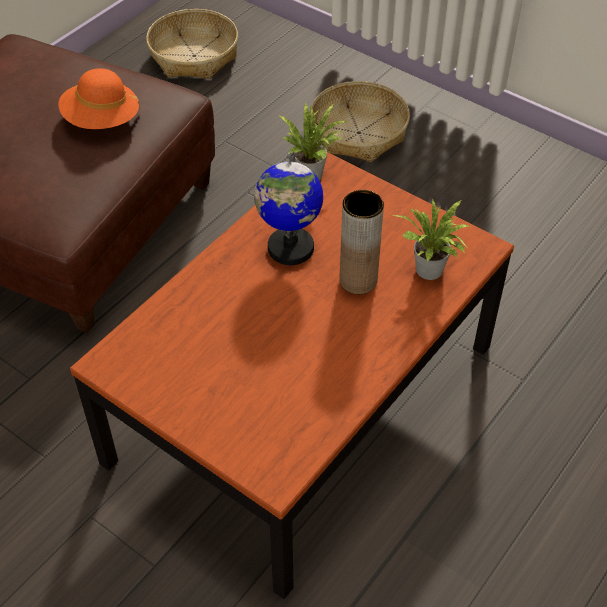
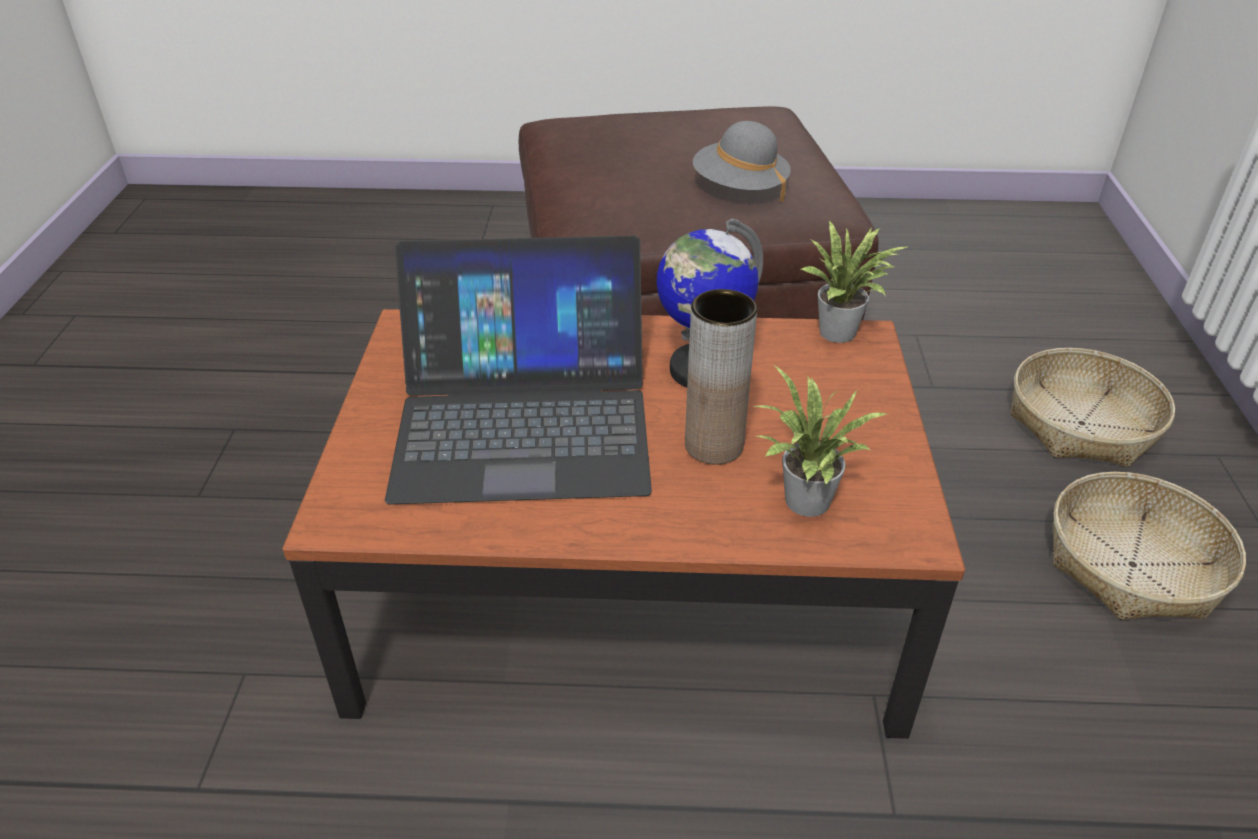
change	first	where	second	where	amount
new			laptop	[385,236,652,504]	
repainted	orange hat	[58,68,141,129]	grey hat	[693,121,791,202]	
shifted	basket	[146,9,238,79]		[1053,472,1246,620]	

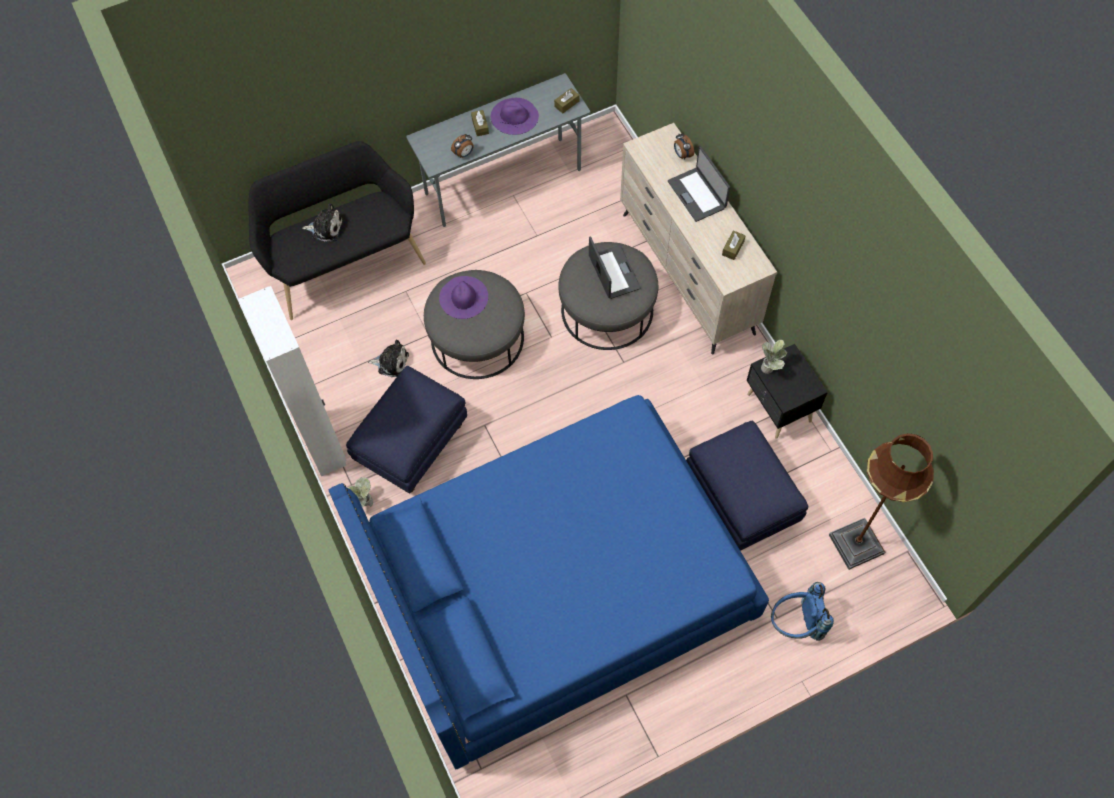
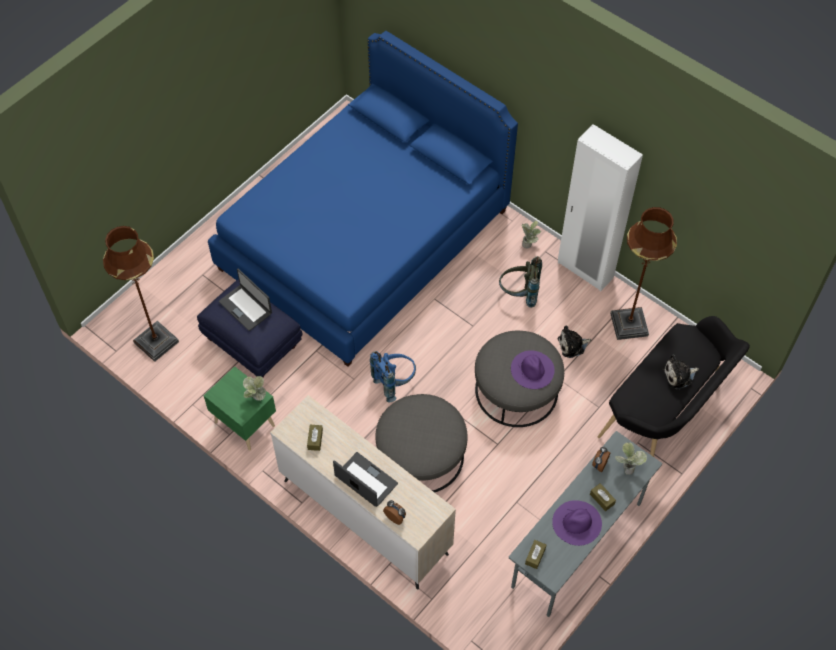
change	first	where	second	where	amount
repainted	black nightstand	[747,344,828,439]	green nightstand	[203,366,276,451]	
shifted	laptop	[589,236,641,299]		[219,269,272,331]	
shifted	blue backpack	[771,582,834,640]		[370,351,416,403]	
swapped	blue ottoman	[346,366,467,494]	grey backpack	[499,256,542,308]	
new			brown floor lamp	[610,207,677,340]	
new			potted plant	[615,442,647,475]	

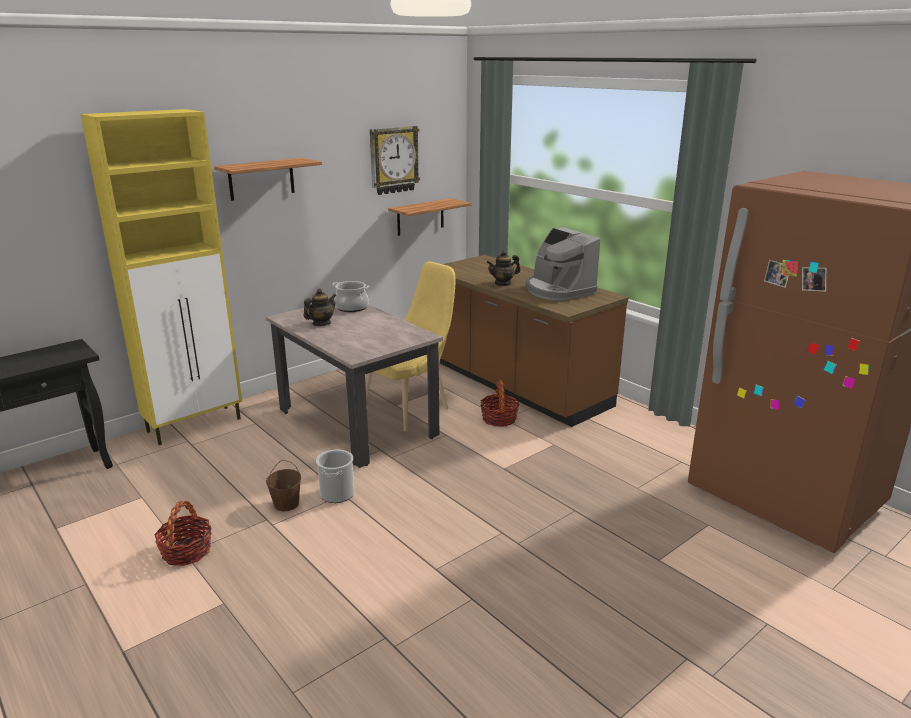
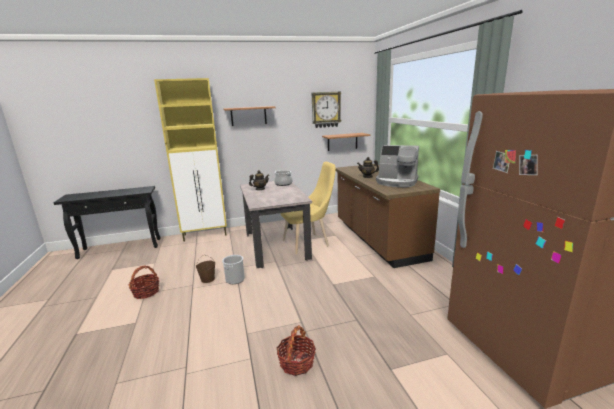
change	first	where	second	where	amount
shifted	basket	[480,380,519,426]		[277,325,316,376]	
rotated	coffee machine	[526,227,600,301]		[376,145,419,187]	60 degrees counterclockwise

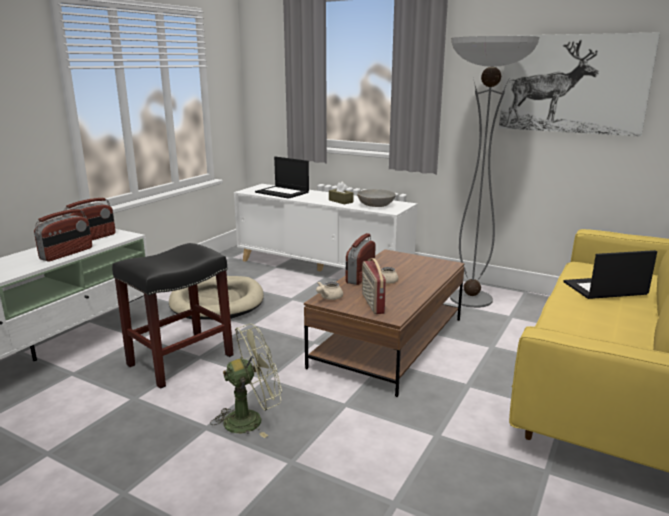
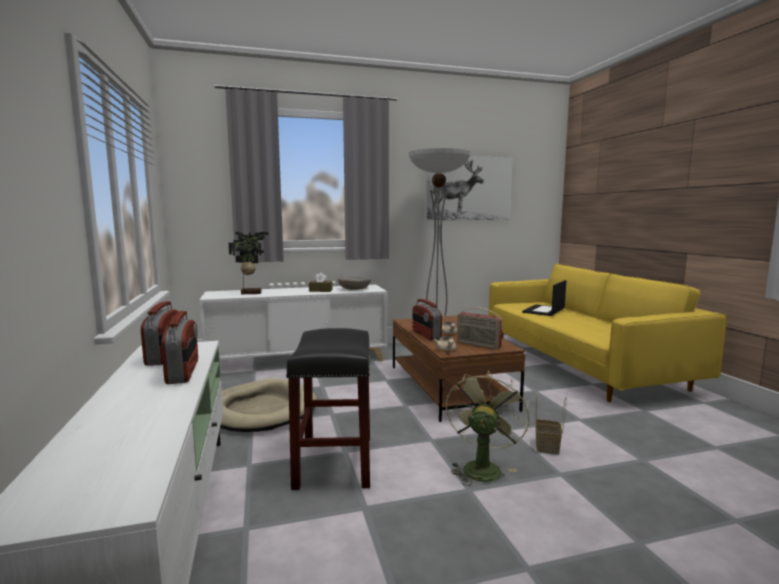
change	first	where	second	where	amount
swapped	laptop	[255,157,309,199]	potted plant	[229,232,269,295]	
new			basket	[535,394,567,455]	

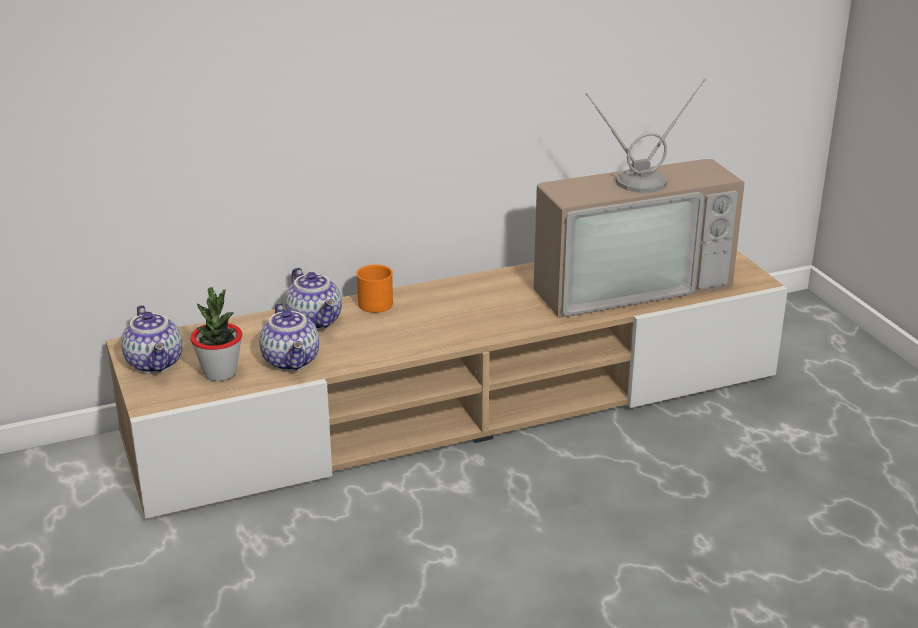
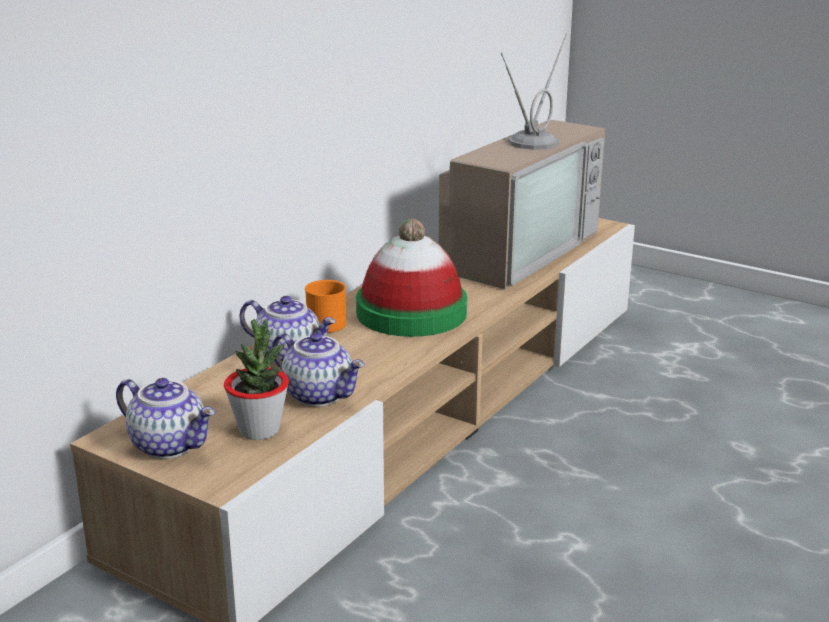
change	first	where	second	where	amount
new			hat	[356,219,467,337]	

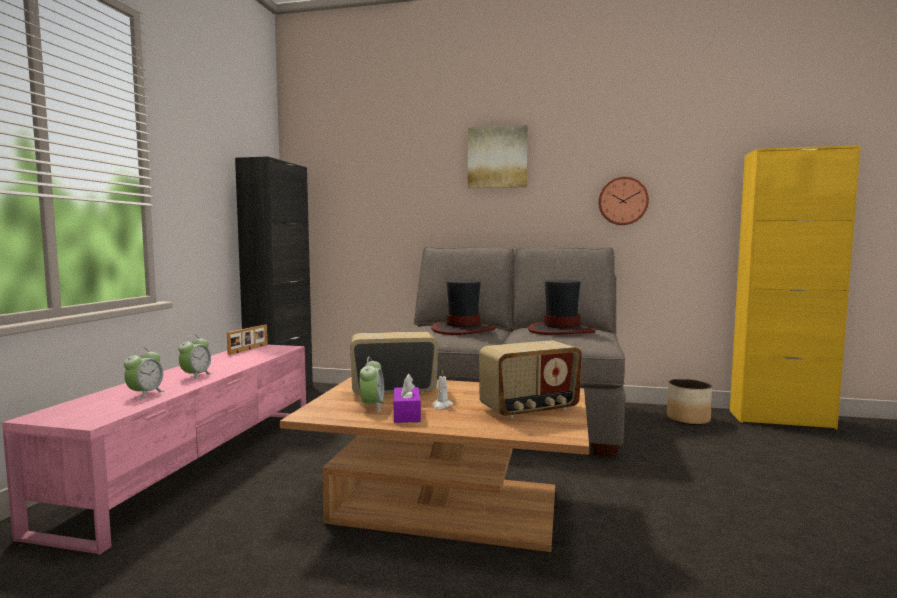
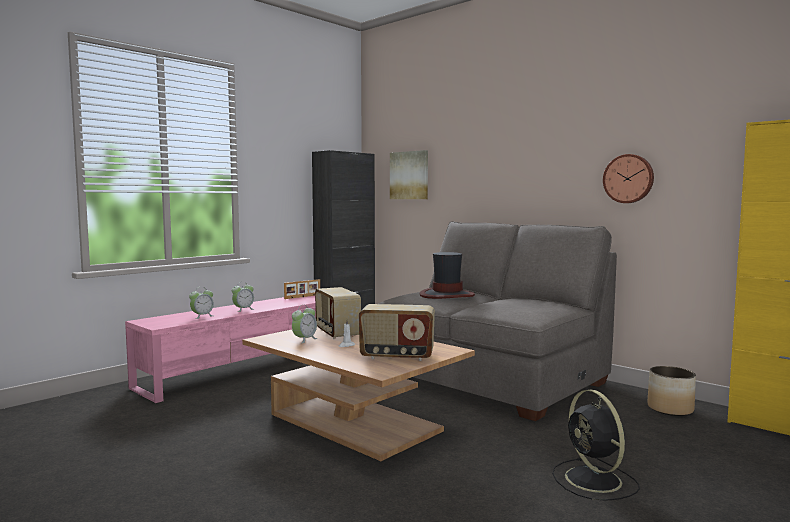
change	first	where	second	where	amount
rotated	radio	[350,331,438,394]		[315,287,361,339]	135 degrees counterclockwise
shifted	picture	[468,125,528,188]		[390,150,428,199]	
new			black fan	[552,390,640,501]	
gone	purple tissue box	[394,374,421,423]			
gone	hat	[528,280,595,335]			

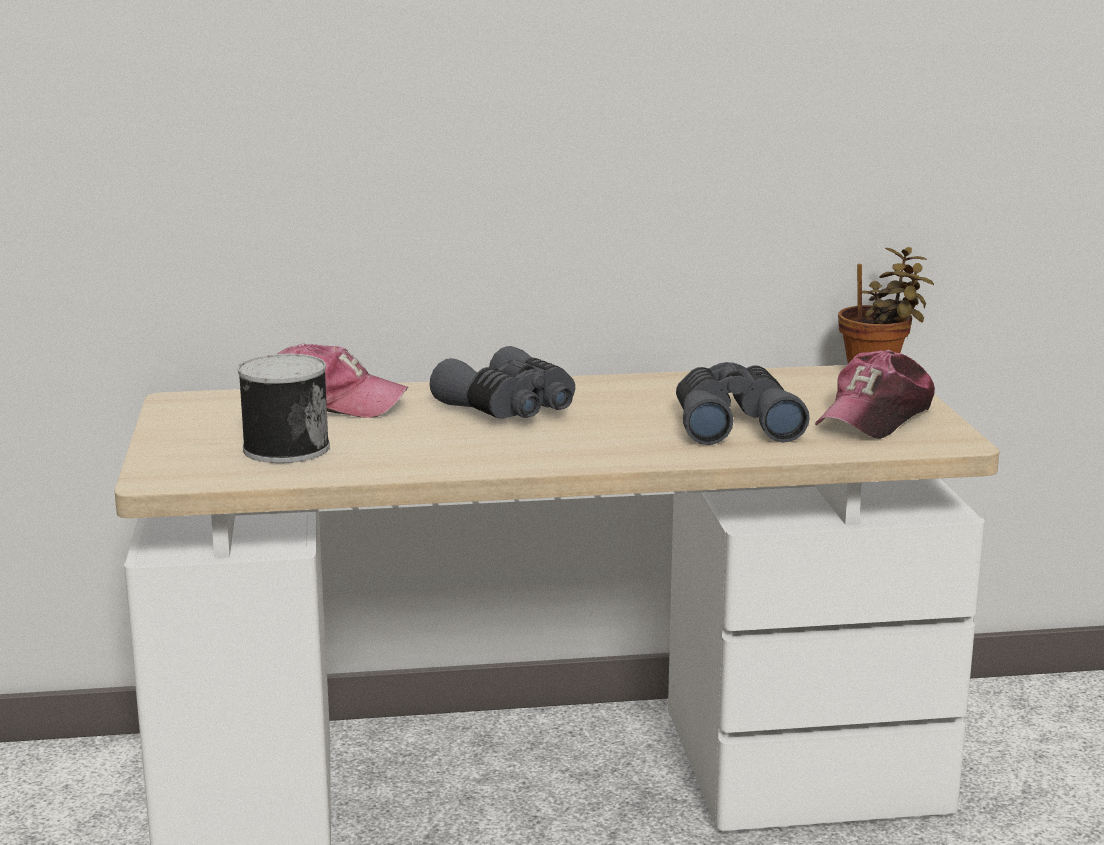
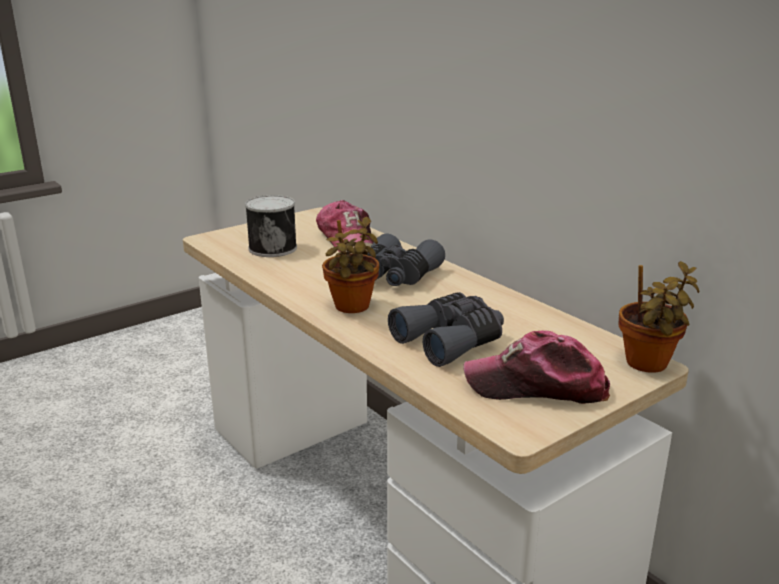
change	first	where	second	where	amount
new			potted plant	[322,217,379,313]	

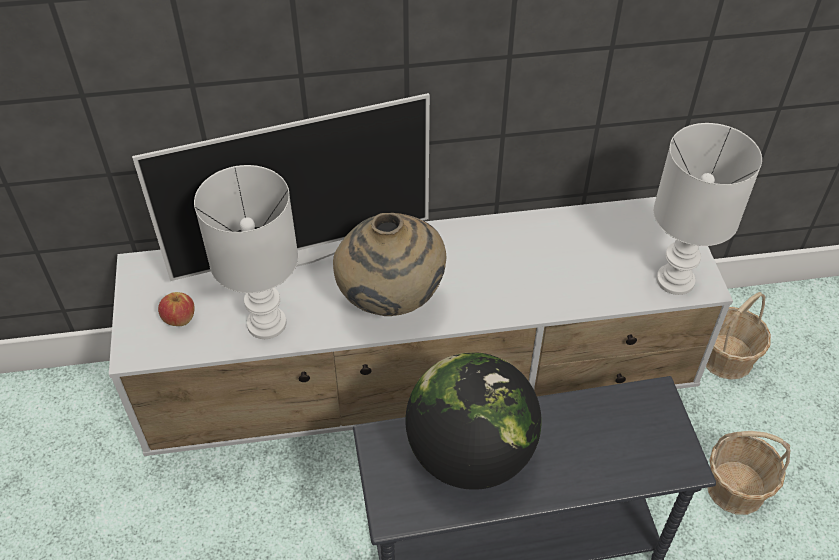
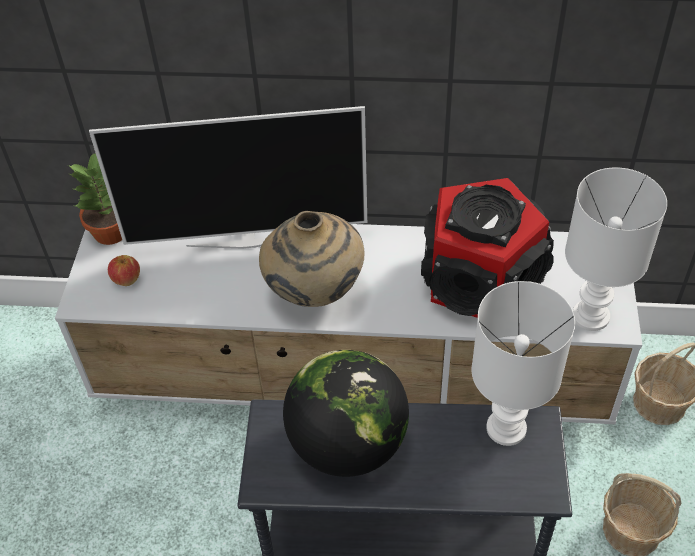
change	first	where	second	where	amount
new			potted plant	[68,153,122,245]	
new			speaker	[421,178,554,318]	
shifted	white table lamp	[194,165,298,339]		[471,281,575,446]	

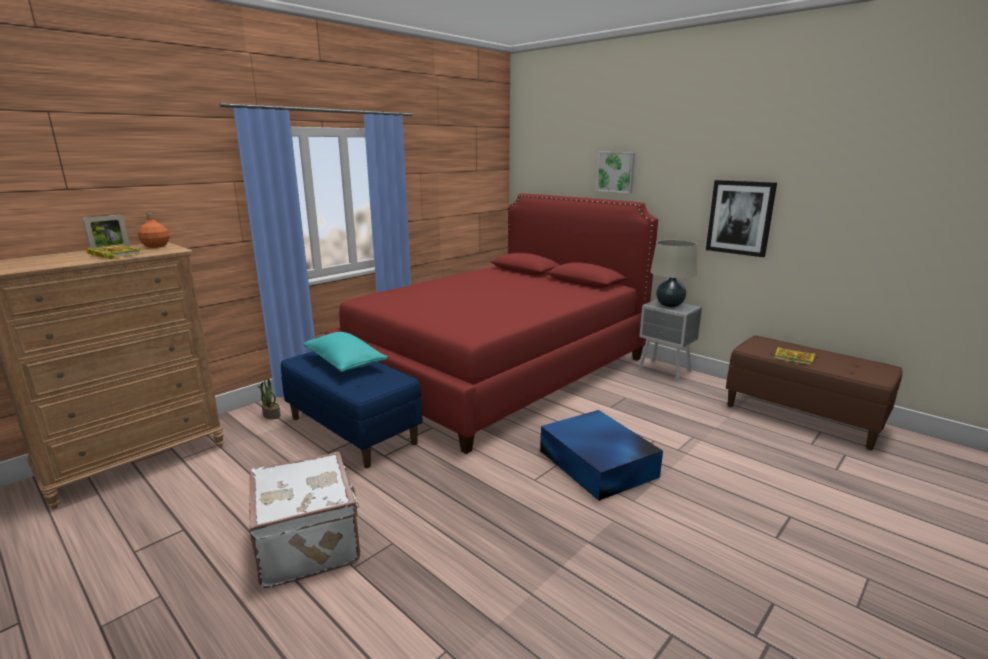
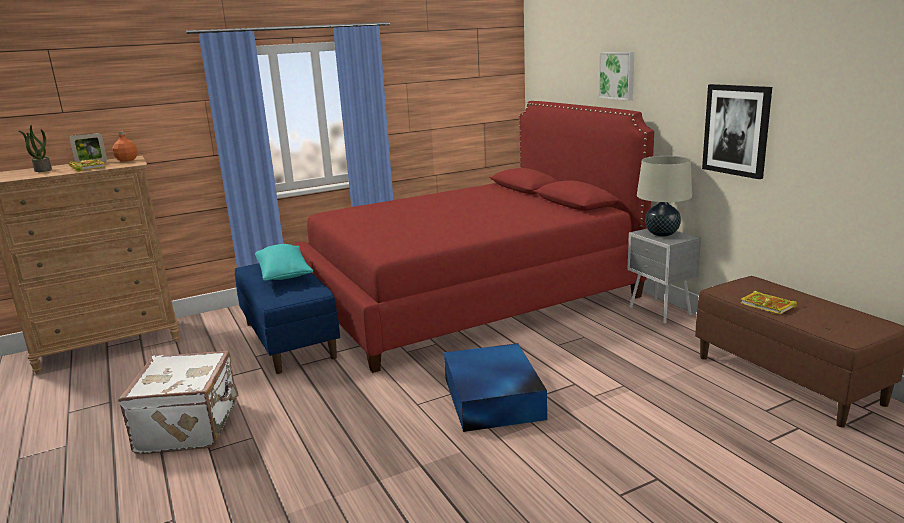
change	first	where	second	where	amount
shifted	potted plant	[257,379,281,419]		[18,125,52,172]	

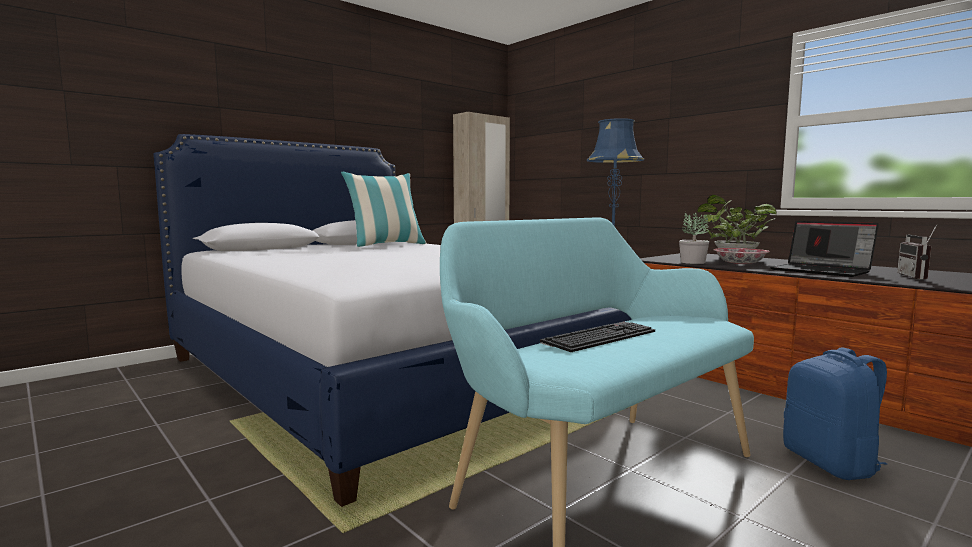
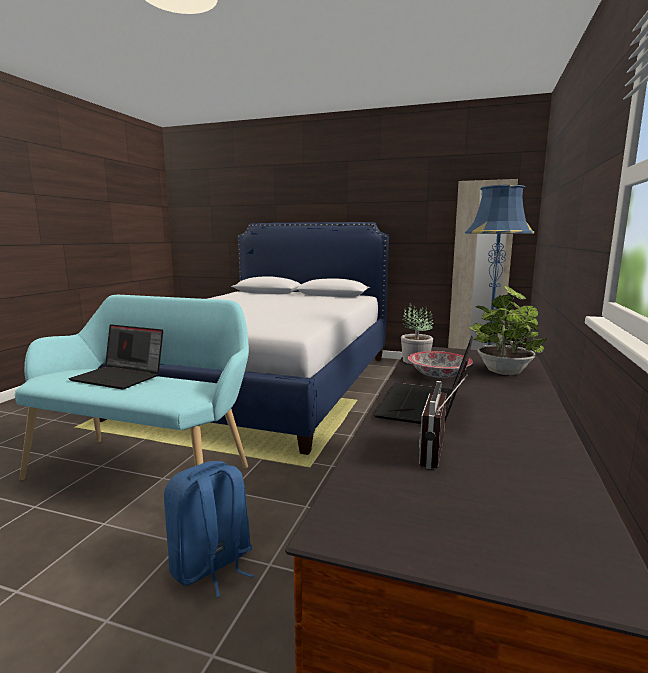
change	first	where	second	where	amount
swapped	keyboard	[540,321,655,352]	laptop	[69,324,163,390]	
rotated	radio	[897,225,937,279]		[419,375,467,469]	60 degrees counterclockwise
gone	pillow	[341,172,426,247]			

